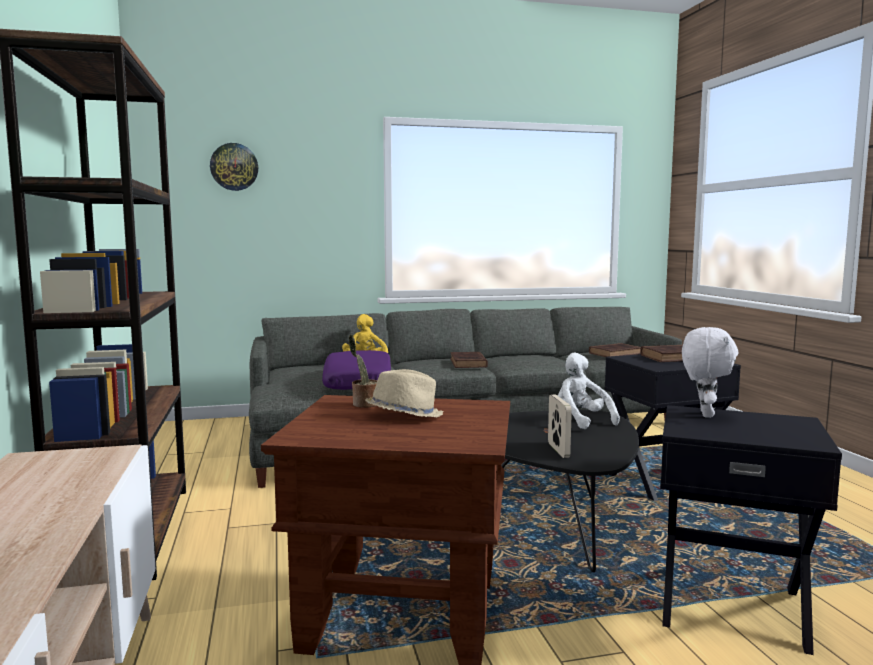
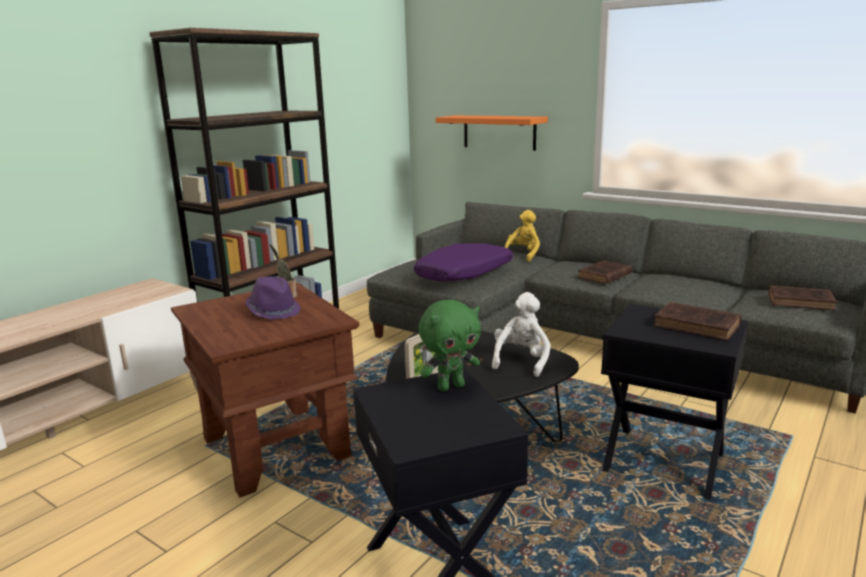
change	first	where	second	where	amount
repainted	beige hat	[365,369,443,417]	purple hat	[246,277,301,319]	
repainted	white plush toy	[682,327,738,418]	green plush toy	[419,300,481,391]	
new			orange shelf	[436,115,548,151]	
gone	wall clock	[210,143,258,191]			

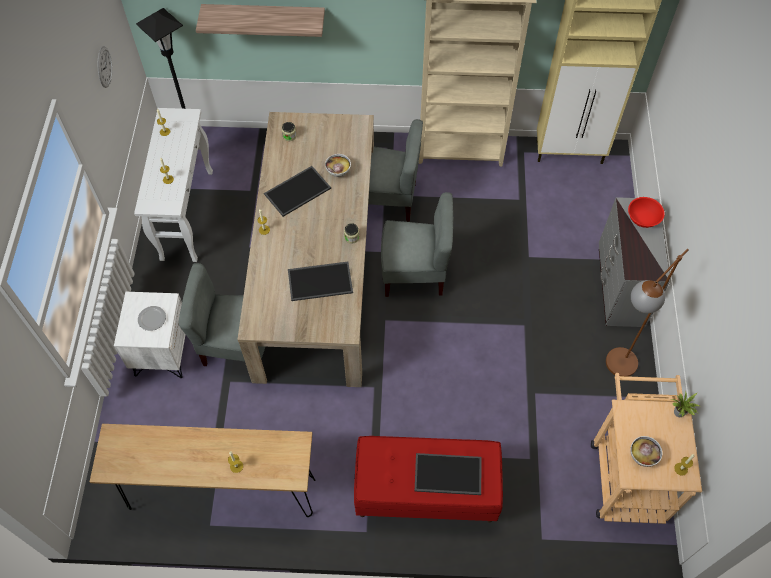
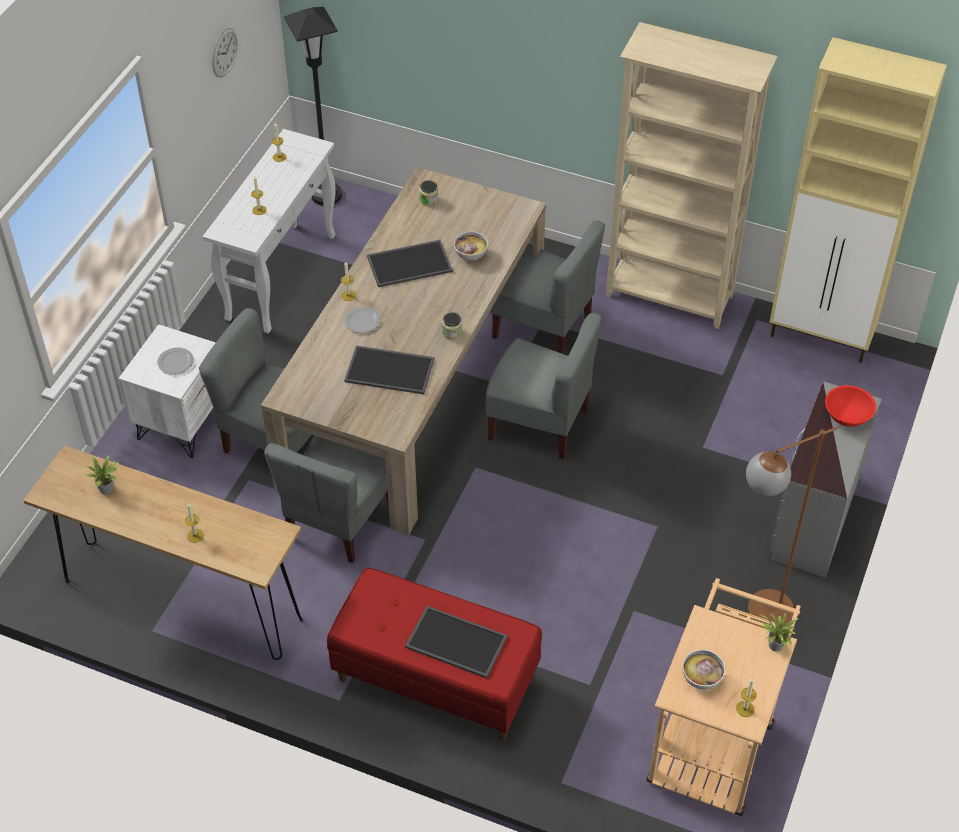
change	first	where	second	where	amount
new			potted plant	[86,455,120,494]	
new			grey chair	[264,436,389,563]	
new			plate	[344,306,381,333]	
gone	shelf	[196,4,325,37]			

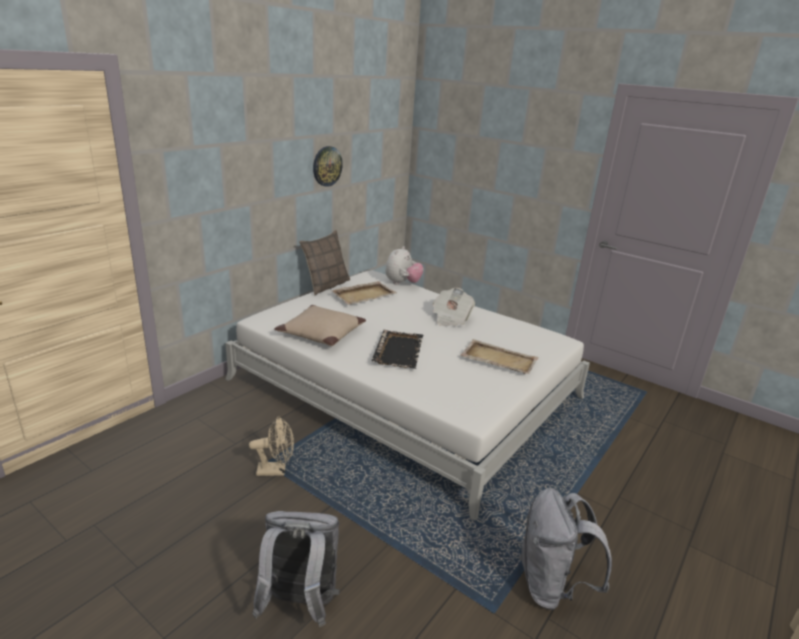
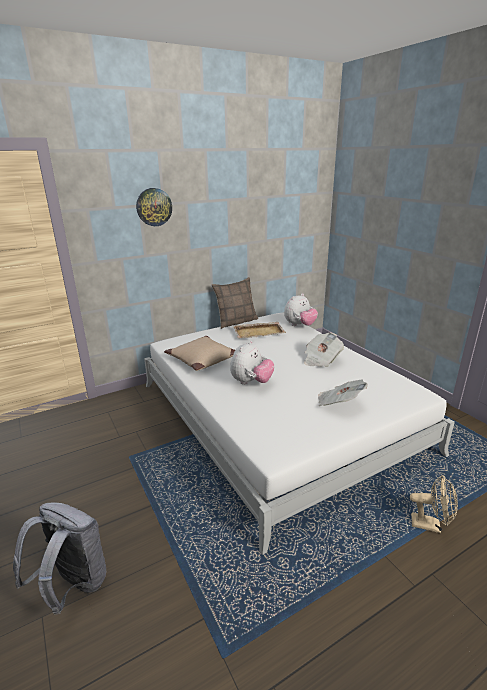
change	first	where	second	where	amount
shifted	wall clock	[313,146,343,187]		[136,188,172,226]	
swapped	black tray	[372,330,423,369]	plush toy	[230,341,274,385]	
swapped	beige tray	[460,339,539,374]	newspaper	[318,379,368,406]	
shifted	beige fan	[249,416,294,476]		[410,475,458,533]	
gone	grey backpack	[519,488,612,610]			

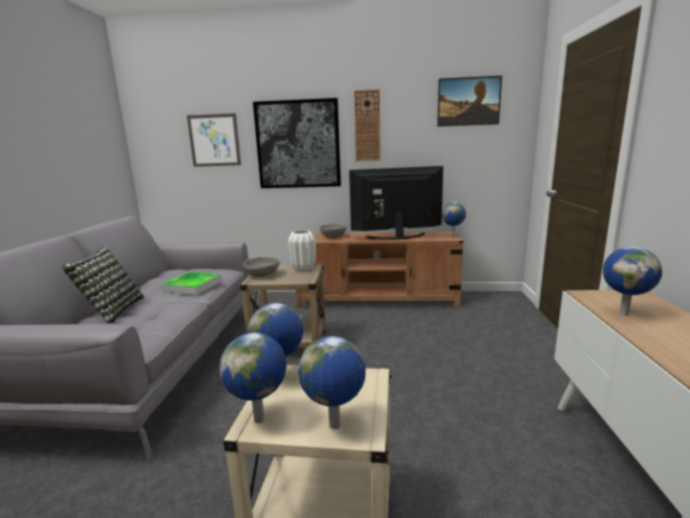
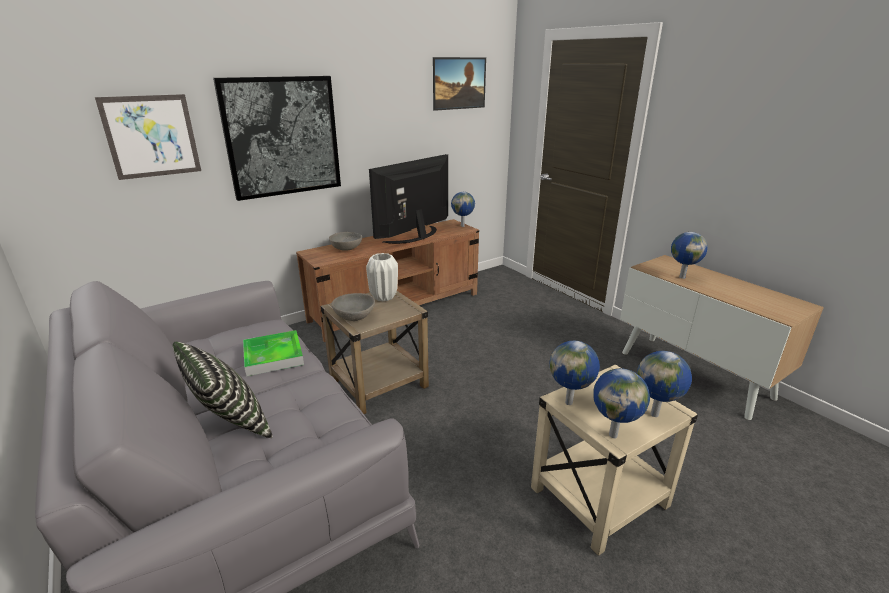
change	first	where	second	where	amount
gone	wall clock	[354,89,381,161]			

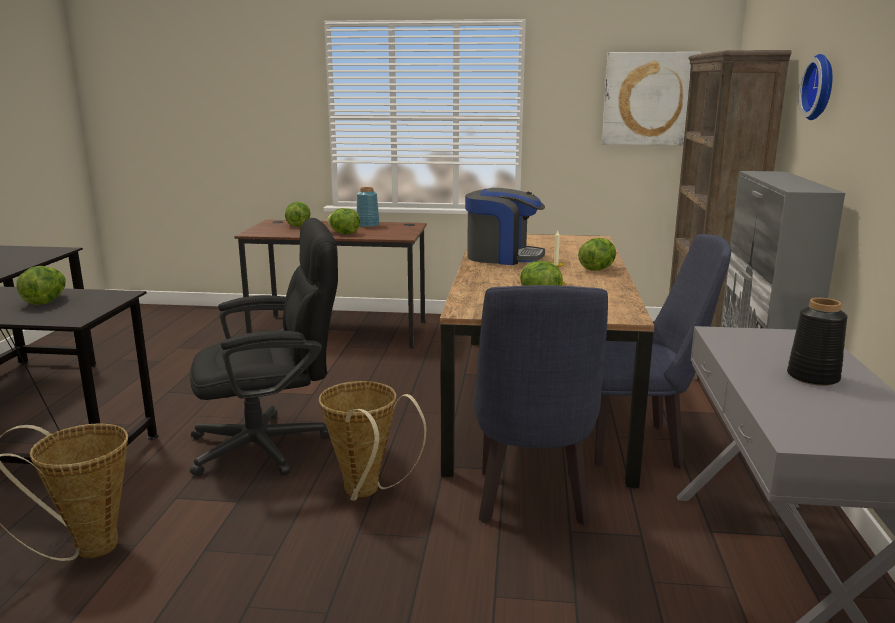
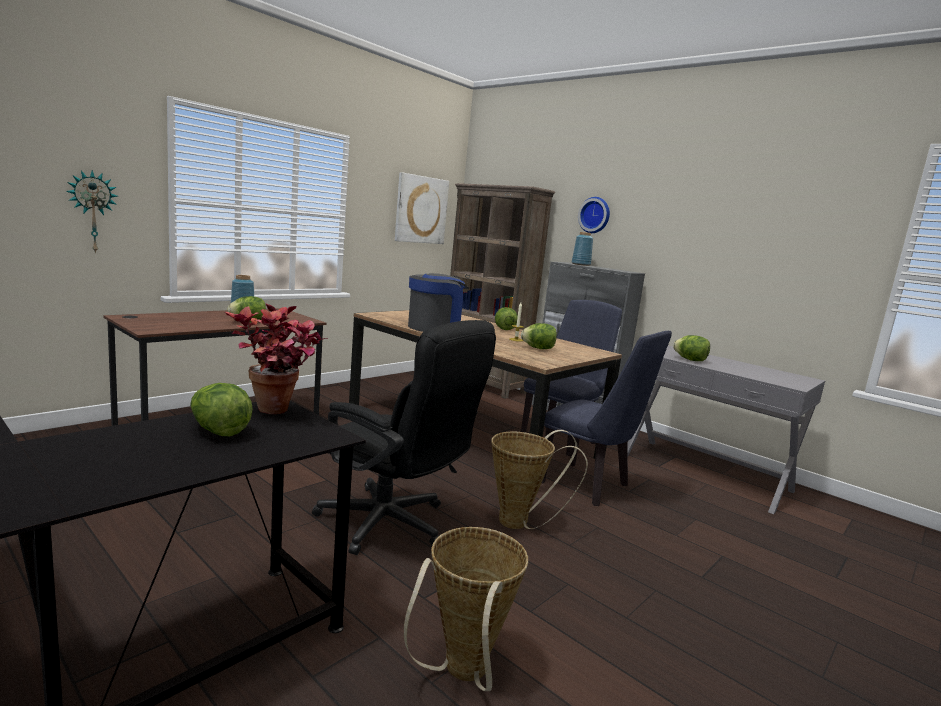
change	first	where	second	where	amount
new			wall clock	[66,170,117,254]	
new			potted plant	[225,303,327,414]	
rotated	black office chair	[190,218,338,476]		[312,320,496,555]	105 degrees clockwise
new			blue vase	[572,232,593,266]	
shifted	lettuce	[285,202,310,227]		[673,335,710,361]	
gone	black vase	[787,298,848,386]			

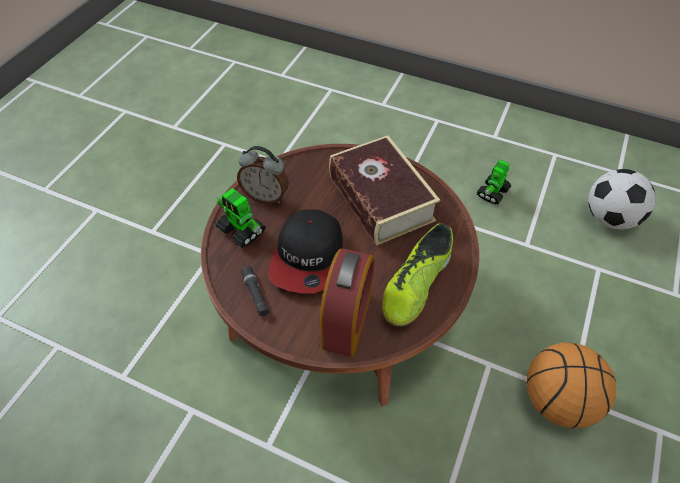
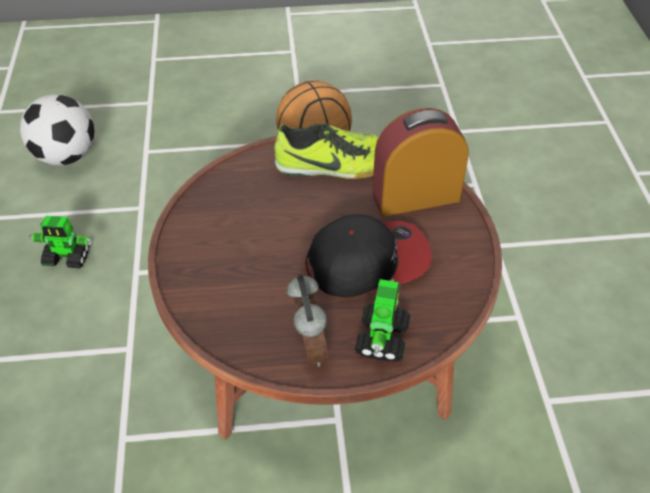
change	first	where	second	where	amount
gone	black flashlight	[241,266,269,317]			
gone	book	[329,135,440,245]			

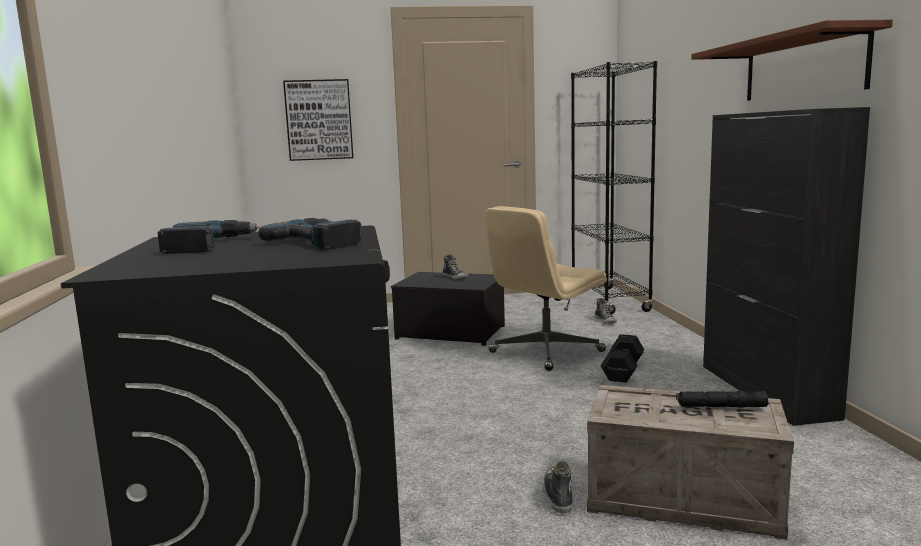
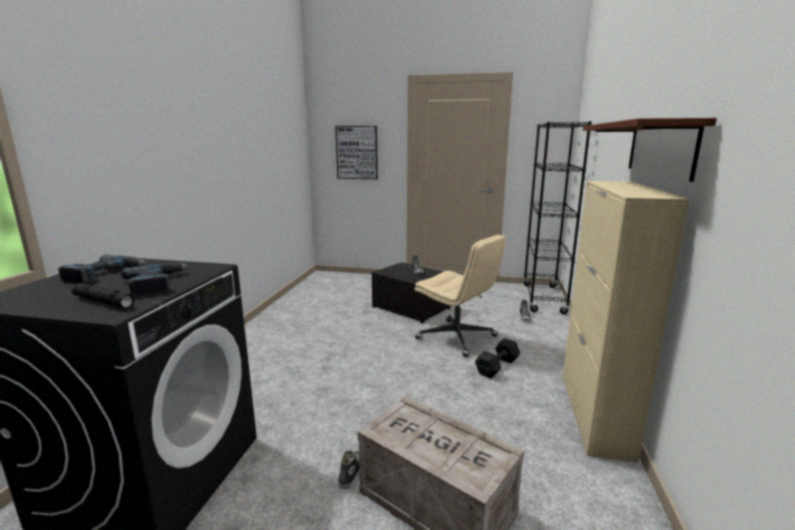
change	first	where	second	where	amount
shifted	black flashlight	[676,391,768,408]		[71,283,135,308]	
rotated	beige office chair	[485,206,607,371]		[414,235,506,357]	120 degrees counterclockwise
repainted	black cabinet	[703,107,870,426]	beige cabinet	[563,181,690,463]	

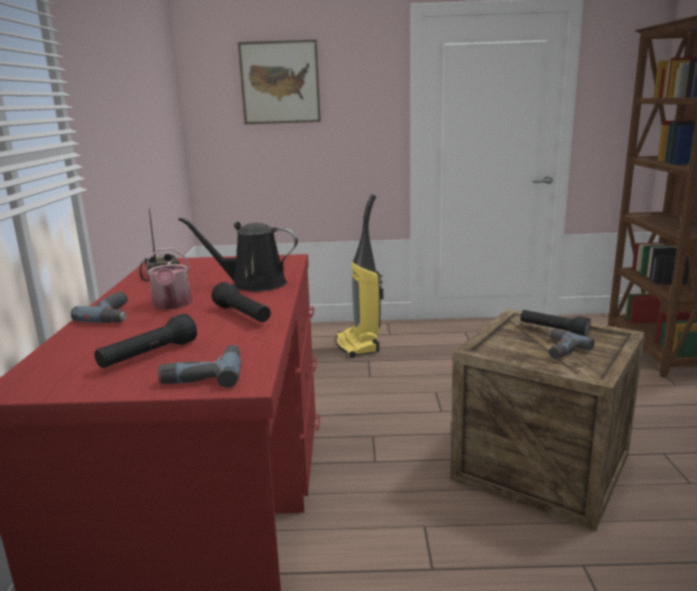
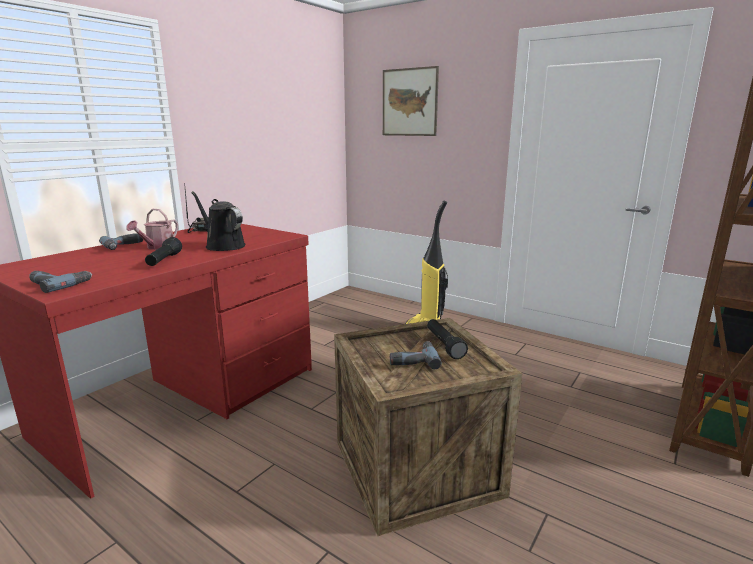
change	first	where	second	where	amount
gone	black flashlight	[94,314,197,368]			

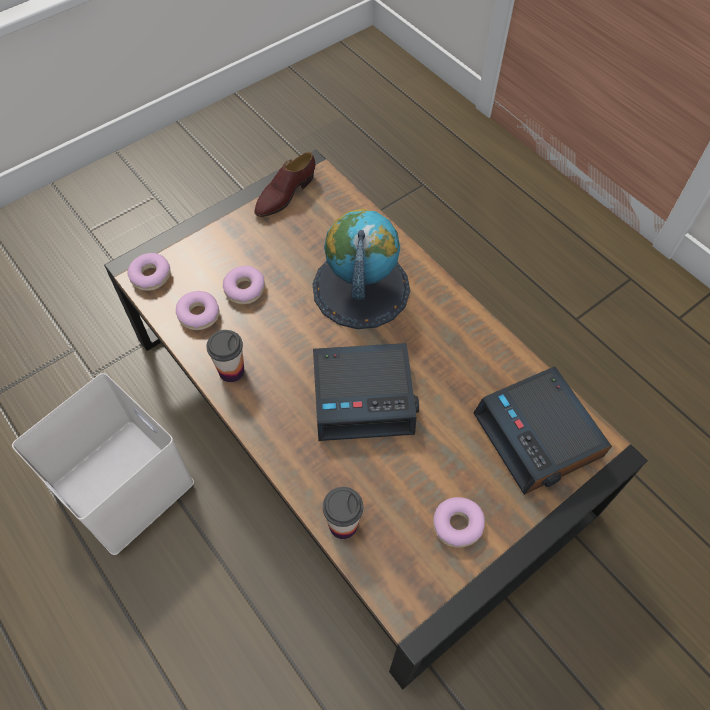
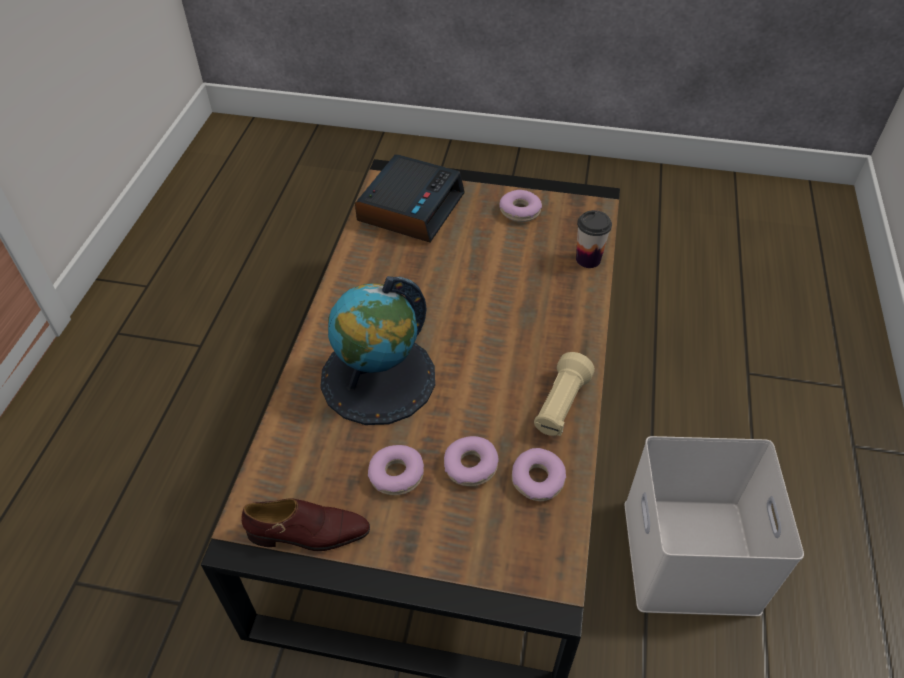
change	first	where	second	where	amount
shifted	donut	[128,253,171,291]		[368,445,424,495]	
swapped	cup	[206,330,244,382]	beige flashlight	[534,352,595,436]	
gone	alarm clock	[313,343,419,441]			

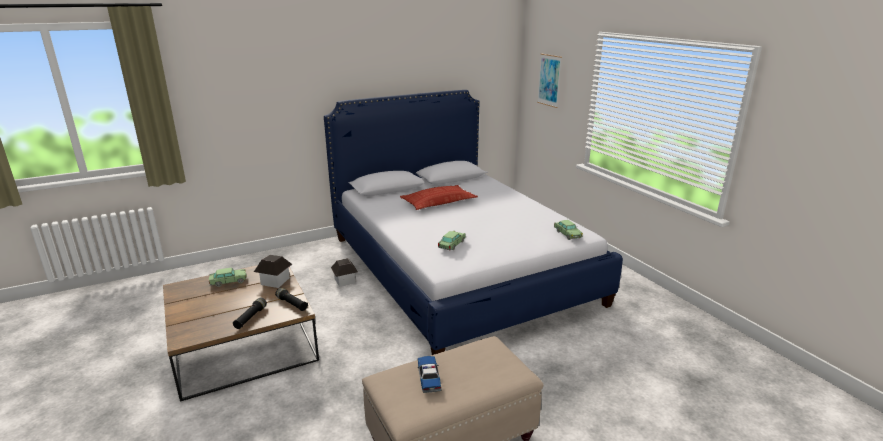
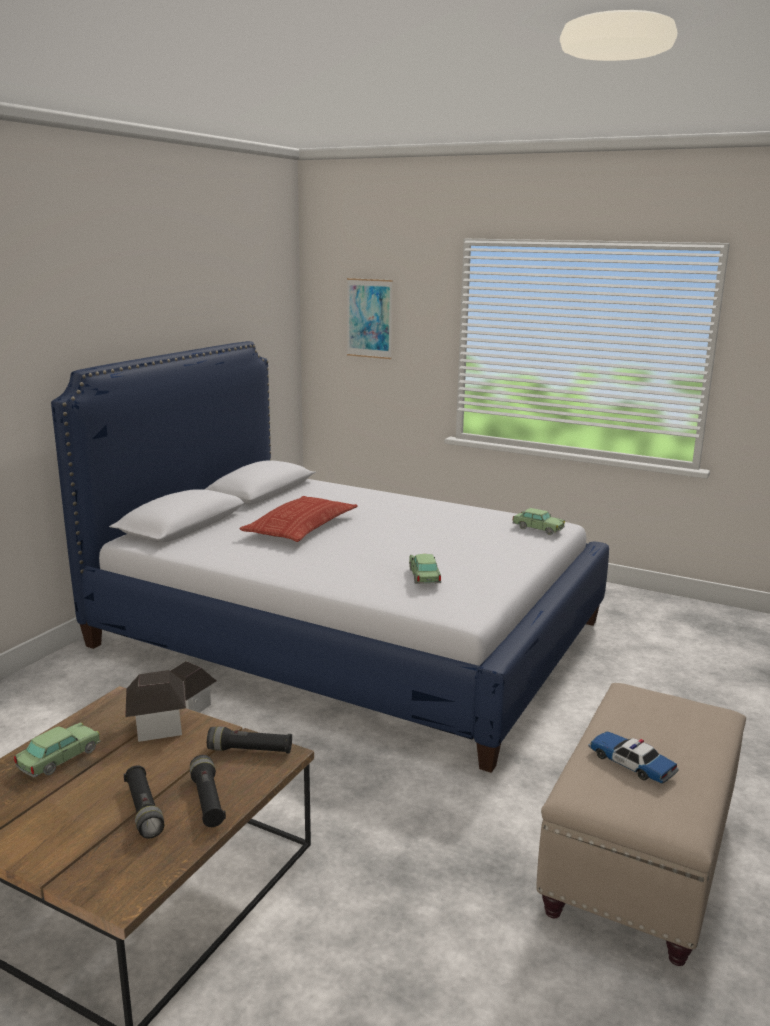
change	first	where	second	where	amount
new			black flashlight	[124,765,164,839]	

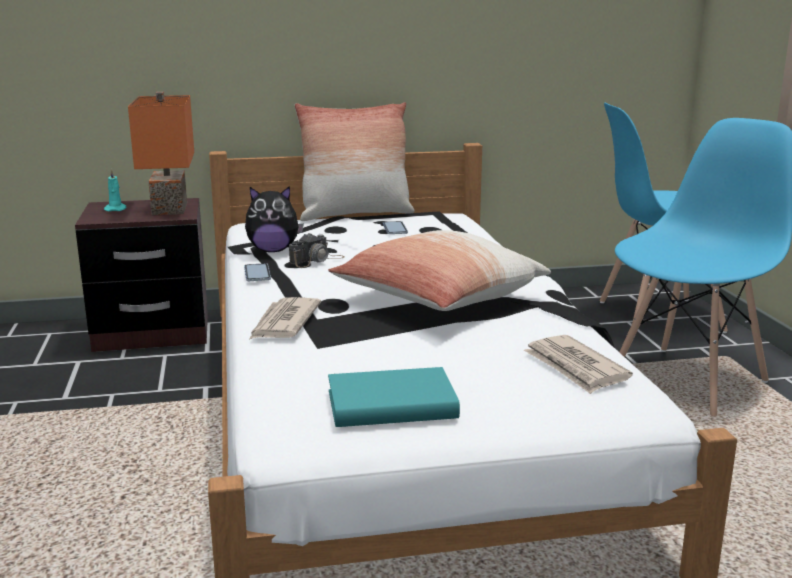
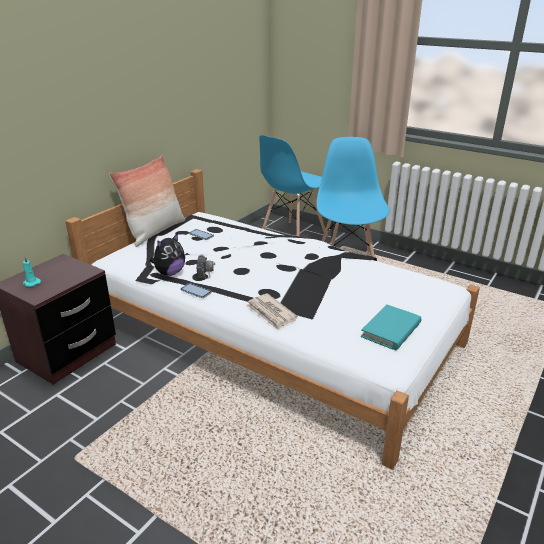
change	first	where	second	where	amount
gone	orange table lamp	[128,92,194,215]			
gone	pillow	[328,230,551,311]			
gone	newspaper	[524,335,633,394]			

